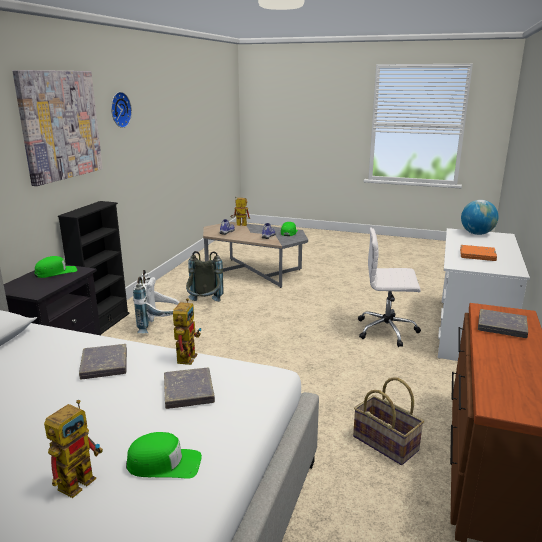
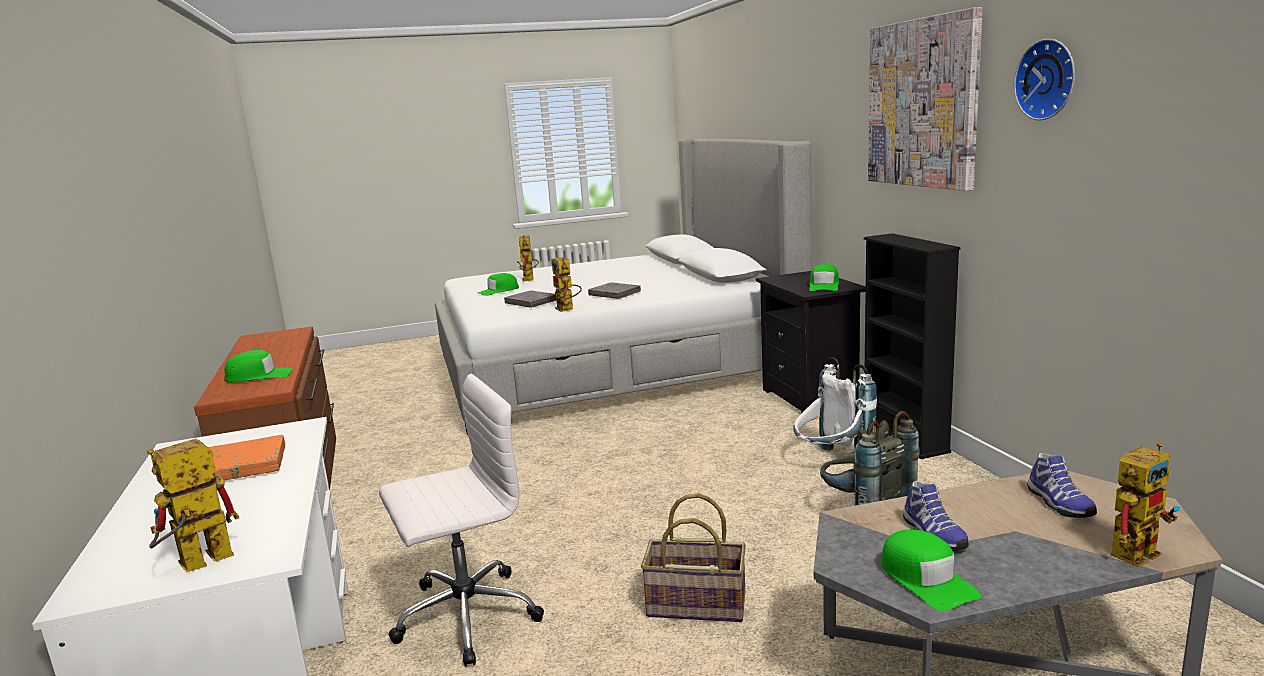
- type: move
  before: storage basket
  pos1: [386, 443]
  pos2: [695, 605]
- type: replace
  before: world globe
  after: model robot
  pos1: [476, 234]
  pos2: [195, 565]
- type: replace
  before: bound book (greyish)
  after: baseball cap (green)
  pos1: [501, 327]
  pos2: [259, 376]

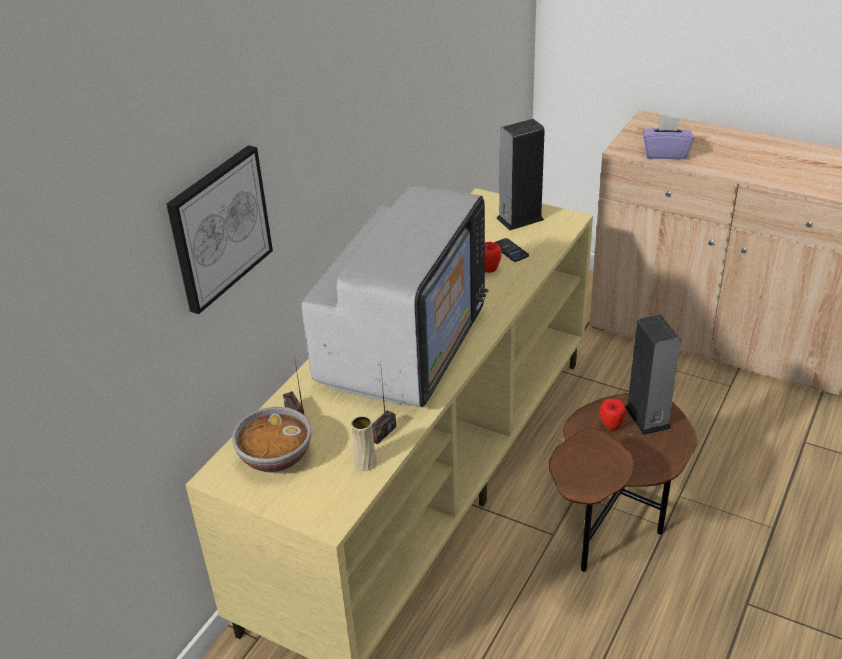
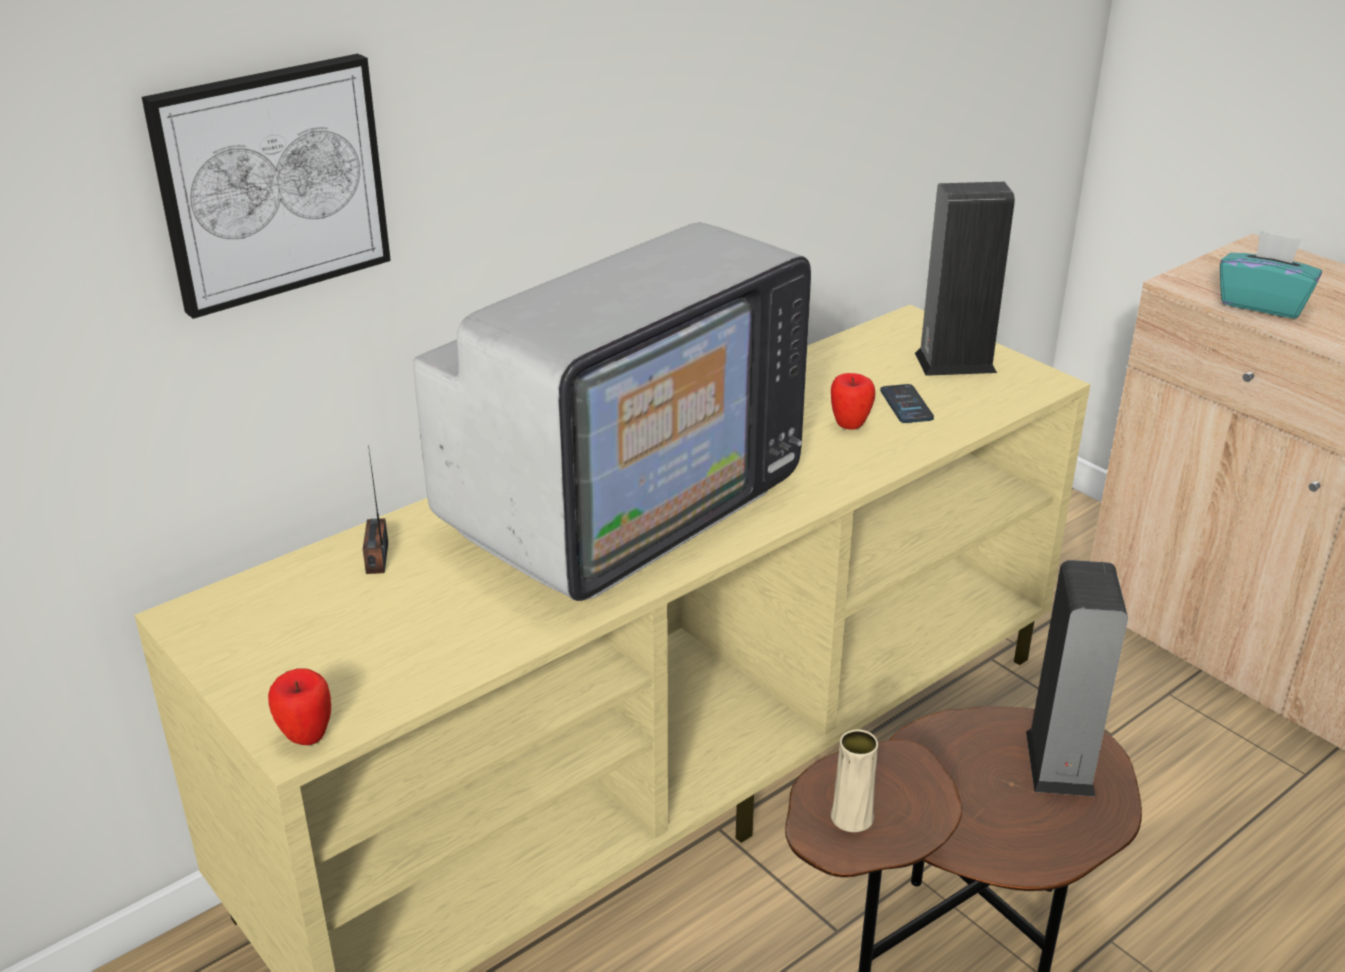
- type: delete
  before: bowl
  pos1: [275, 457]
- type: delete
  before: radio
  pos1: [382, 433]
- type: move
  before: vase (beige-coloured)
  pos1: [365, 462]
  pos2: [852, 817]
- type: move
  before: whole apple
  pos1: [611, 426]
  pos2: [306, 736]
- type: recolor
  before: tissue box (purple)
  after: tissue box (turquoise-coloured)
  pos1: [665, 153]
  pos2: [1262, 304]

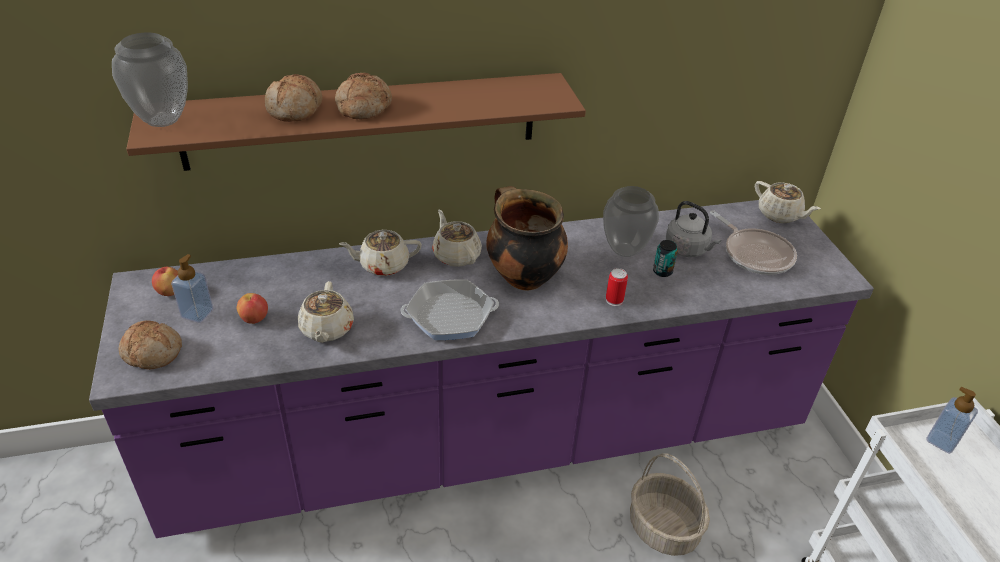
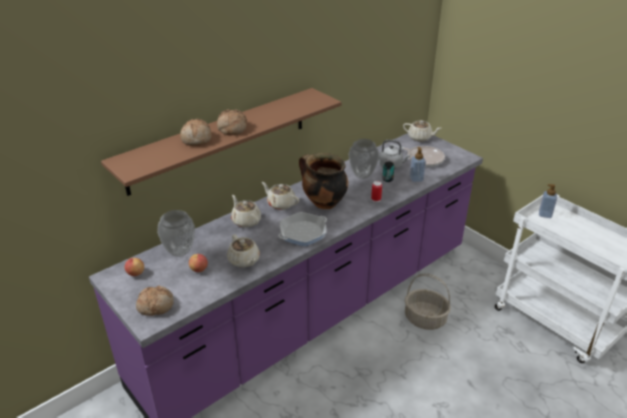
- type: move
  before: vase
  pos1: [163, 121]
  pos2: [180, 252]
- type: move
  before: liquid soap bottle
  pos1: [197, 313]
  pos2: [416, 179]
- type: rotate
  before: pot for tea (beige-coloured)
  pos1: [383, 265]
  pos2: [246, 221]
  turn: 90

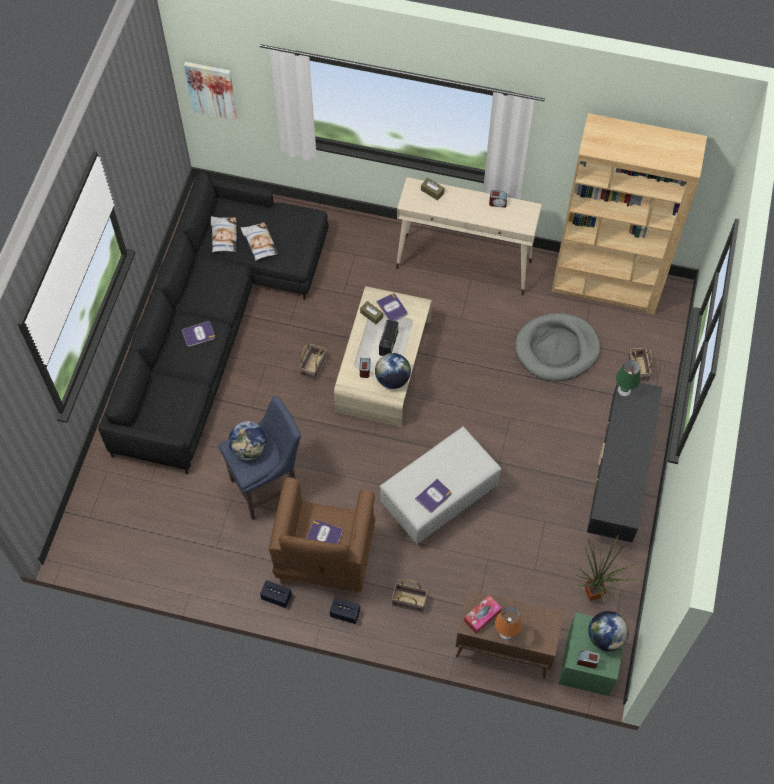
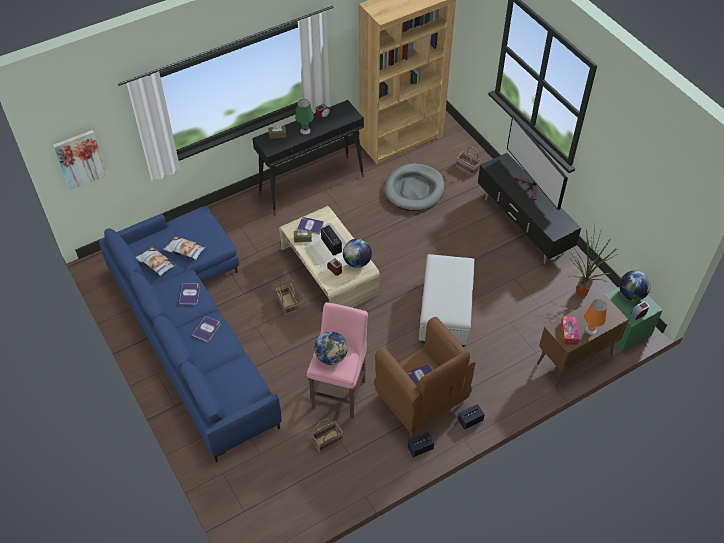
- type: insert
  after: TV
  pos2: [531, 187]
- type: move
  before: storage basket
  pos1: [410, 600]
  pos2: [328, 440]
- type: move
  before: bound book
  pos1: [433, 496]
  pos2: [189, 294]
- type: move
  before: table lamp (green)
  pos1: [624, 390]
  pos2: [305, 130]
- type: recolor
  before: couch (black)
  after: couch (bluish)
  pos1: [214, 324]
  pos2: [194, 330]
- type: recolor
  before: stool seat (bluish)
  after: stool seat (pink)
  pos1: [268, 487]
  pos2: [340, 392]
- type: recolor
  before: narrow table (beige-coloured)
  after: narrow table (black)
  pos1: [464, 265]
  pos2: [312, 185]

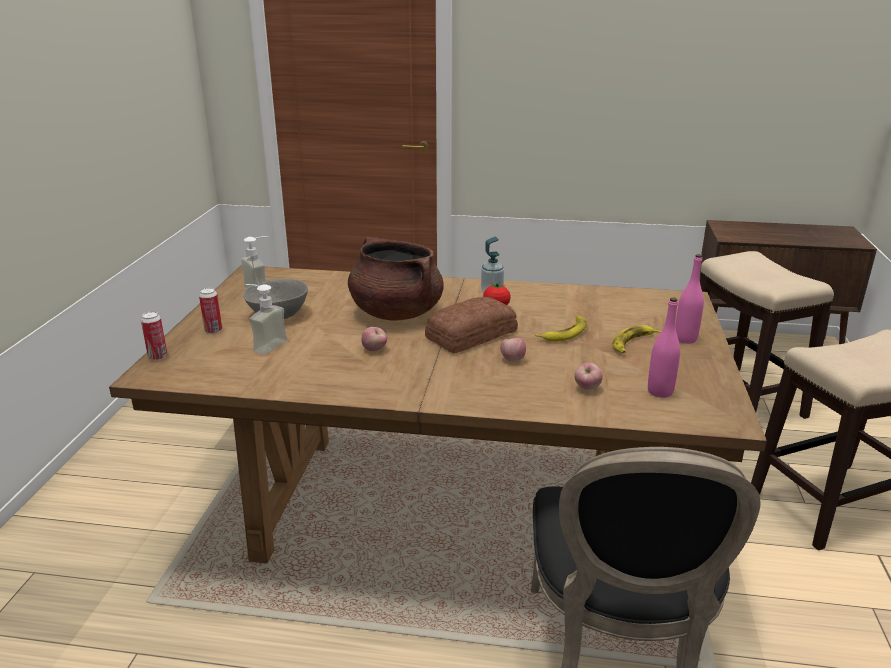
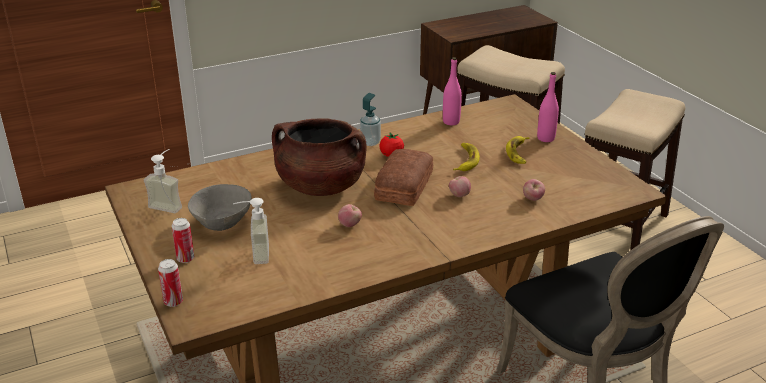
- type: move
  before: beverage bottle (pink)
  pos1: [660, 392]
  pos2: [451, 122]

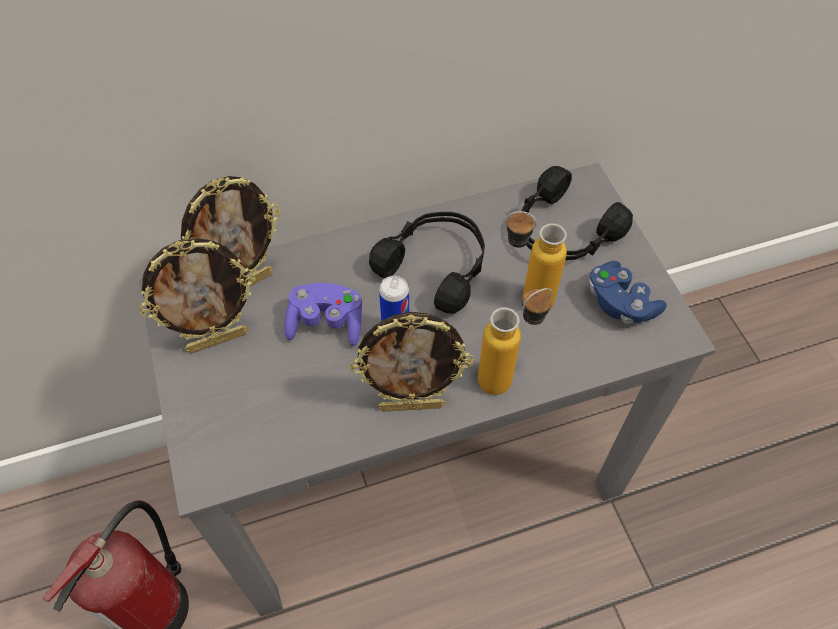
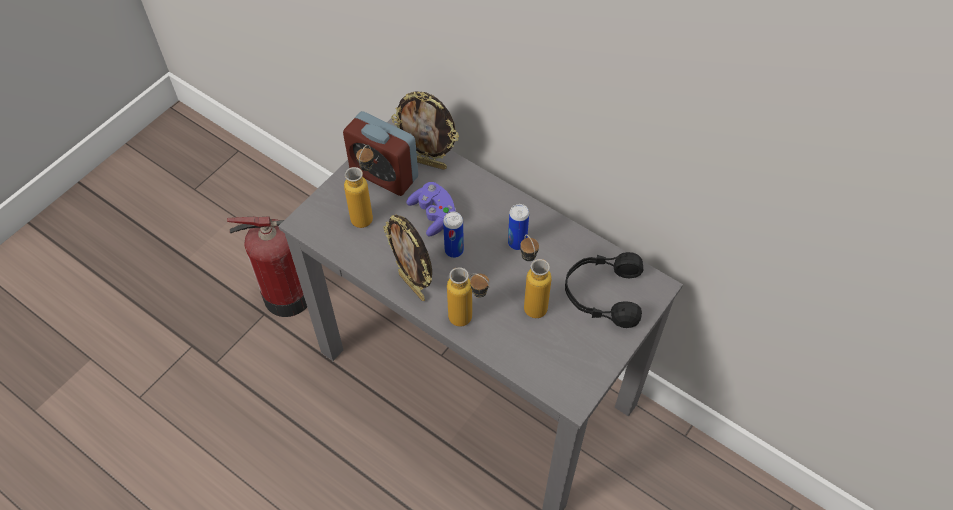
- type: delete
  before: gamepad (bluish)
  pos1: [620, 303]
- type: insert
  after: beverage bottle
  pos2: [367, 213]
- type: replace
  before: photo frame
  after: alarm clock
  pos1: [217, 340]
  pos2: [384, 174]
- type: replace
  before: pair of headphones (black)
  after: can
  pos1: [436, 266]
  pos2: [517, 243]

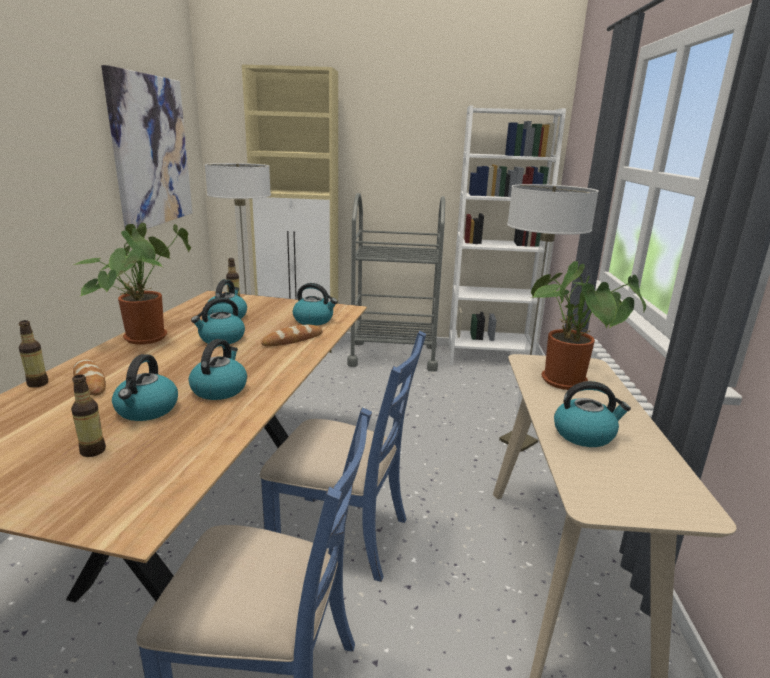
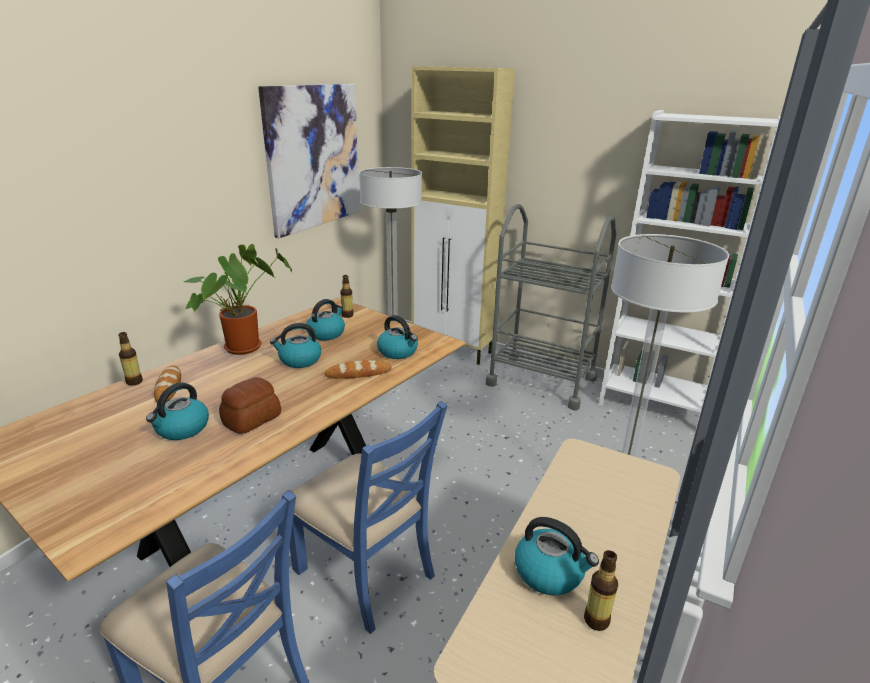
- type: delete
  before: houseplant
  pos1: [569, 383]
- type: move
  before: beverage bottle
  pos1: [93, 451]
  pos2: [596, 620]
- type: replace
  before: kettle
  after: bread
  pos1: [219, 389]
  pos2: [251, 419]

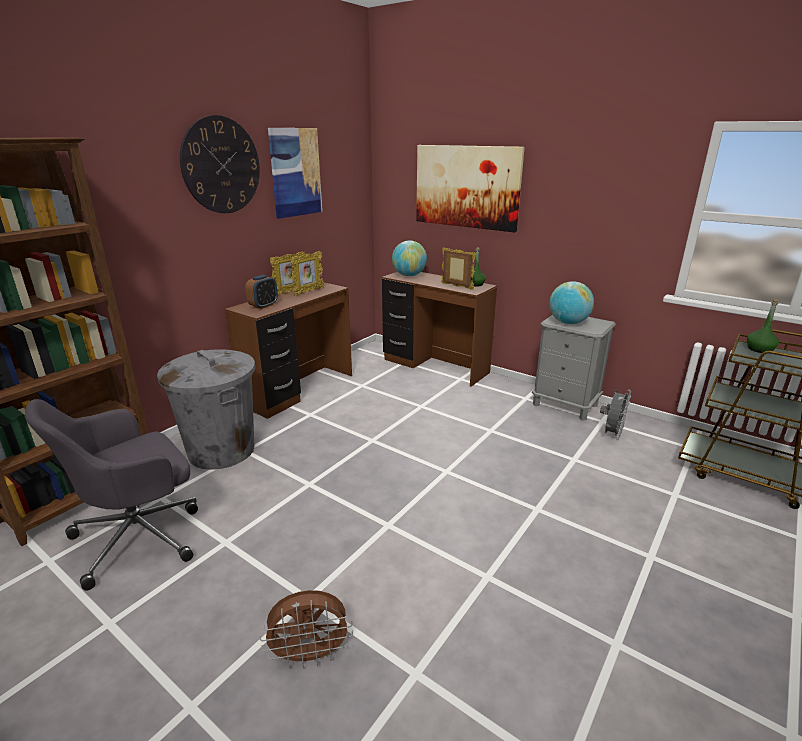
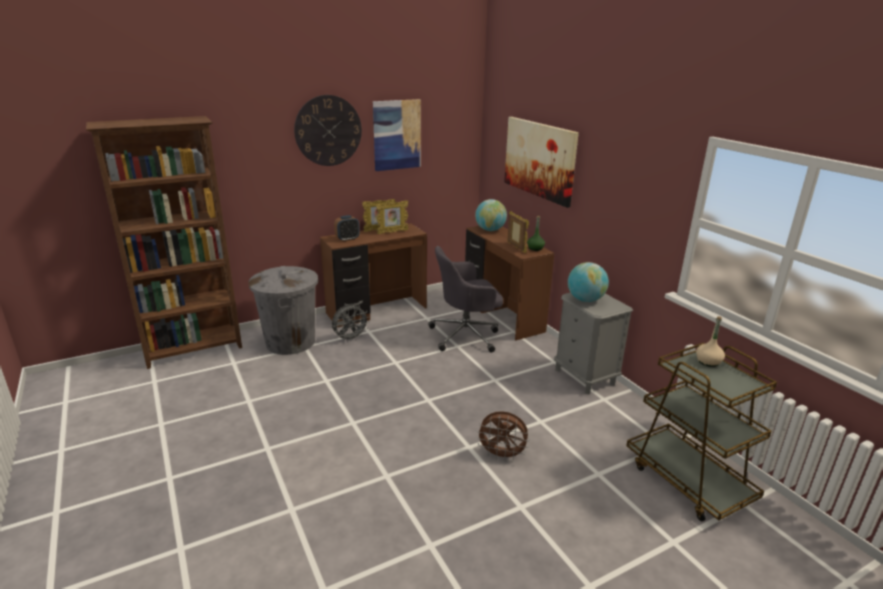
- type: move
  before: desk chair (greyish)
  pos1: [141, 535]
  pos2: [466, 335]
- type: move
  before: cooling fan (brown-coloured)
  pos1: [310, 655]
  pos2: [502, 455]
- type: move
  before: cooling fan (greyish)
  pos1: [611, 434]
  pos2: [350, 339]
- type: recolor
  before: beverage bottle (green)
  after: beverage bottle (beige-coloured)
  pos1: [759, 349]
  pos2: [708, 362]

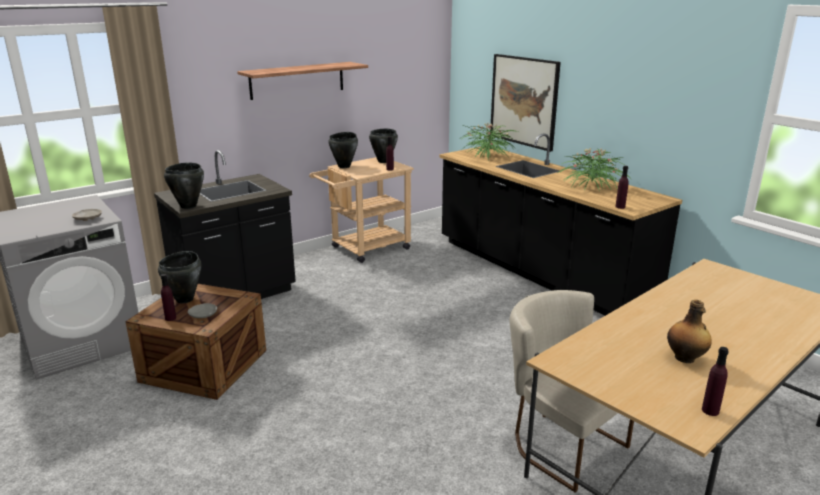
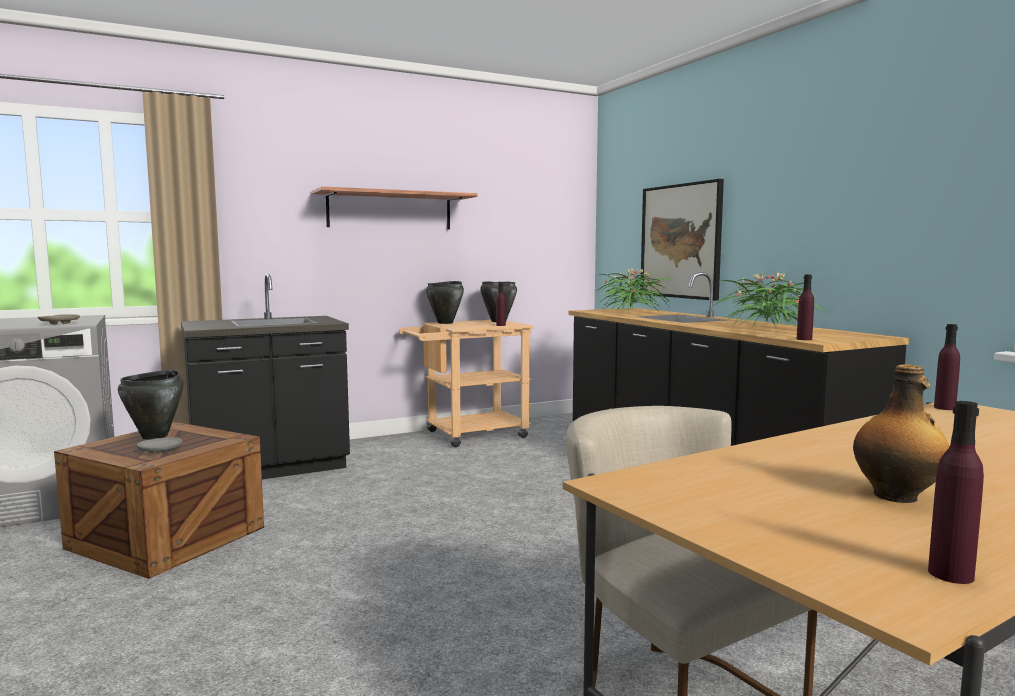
- type: delete
  before: cooking pot (black)
  pos1: [188, 206]
- type: move
  before: beverage bottle (purple)
  pos1: [170, 318]
  pos2: [944, 408]

